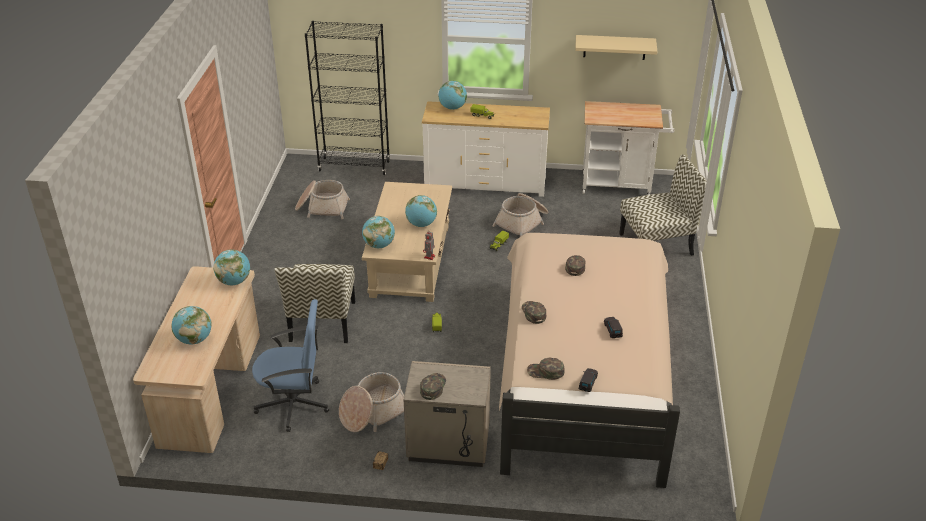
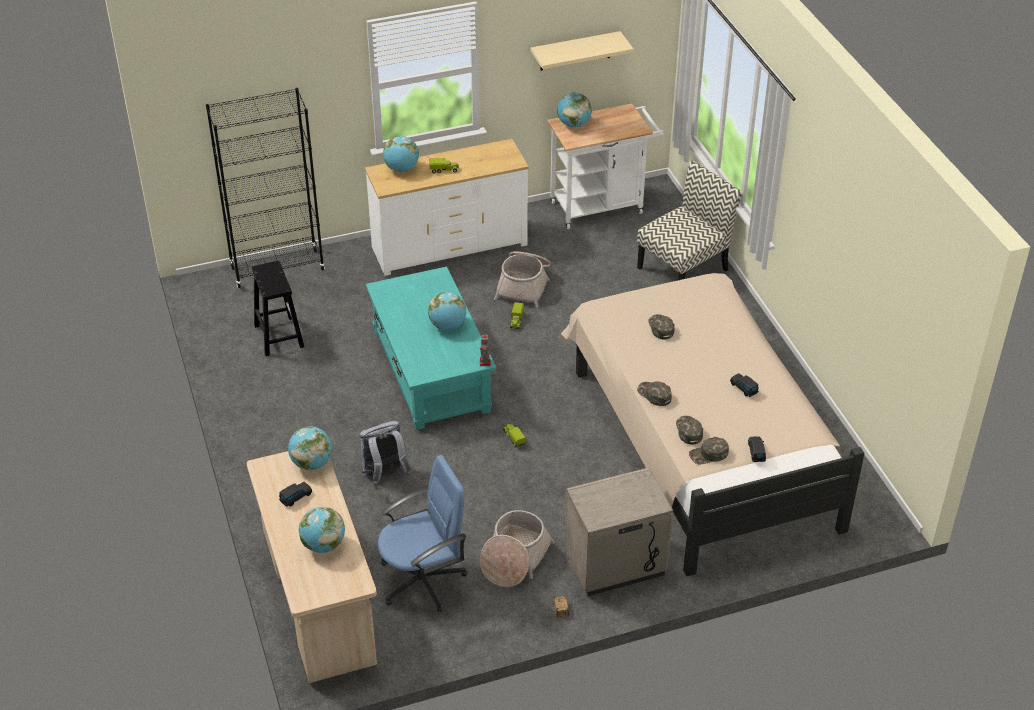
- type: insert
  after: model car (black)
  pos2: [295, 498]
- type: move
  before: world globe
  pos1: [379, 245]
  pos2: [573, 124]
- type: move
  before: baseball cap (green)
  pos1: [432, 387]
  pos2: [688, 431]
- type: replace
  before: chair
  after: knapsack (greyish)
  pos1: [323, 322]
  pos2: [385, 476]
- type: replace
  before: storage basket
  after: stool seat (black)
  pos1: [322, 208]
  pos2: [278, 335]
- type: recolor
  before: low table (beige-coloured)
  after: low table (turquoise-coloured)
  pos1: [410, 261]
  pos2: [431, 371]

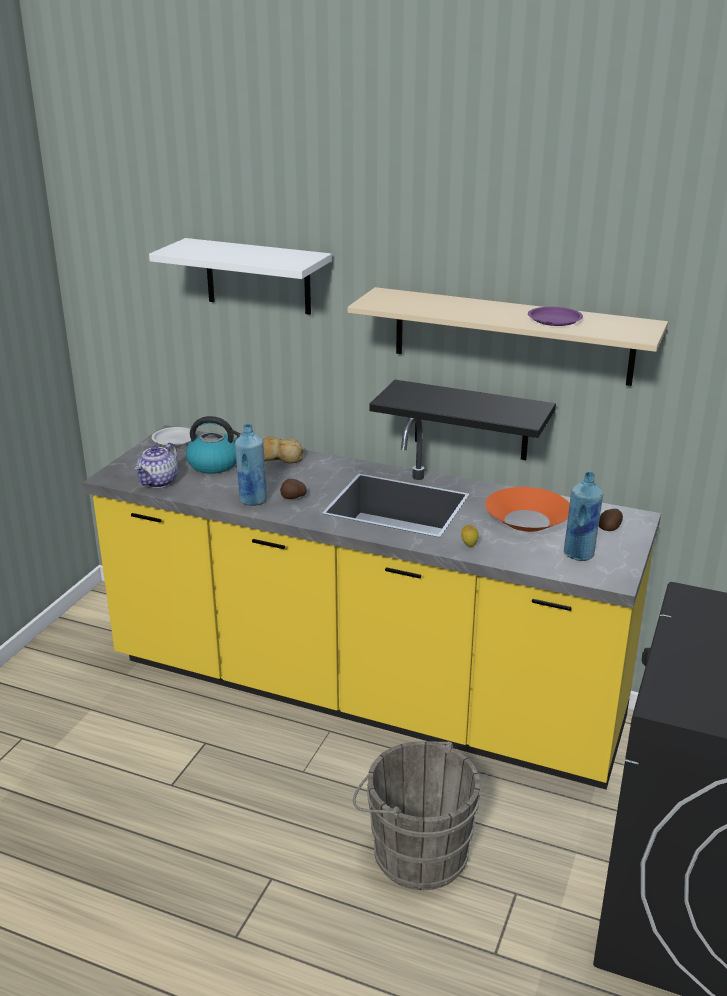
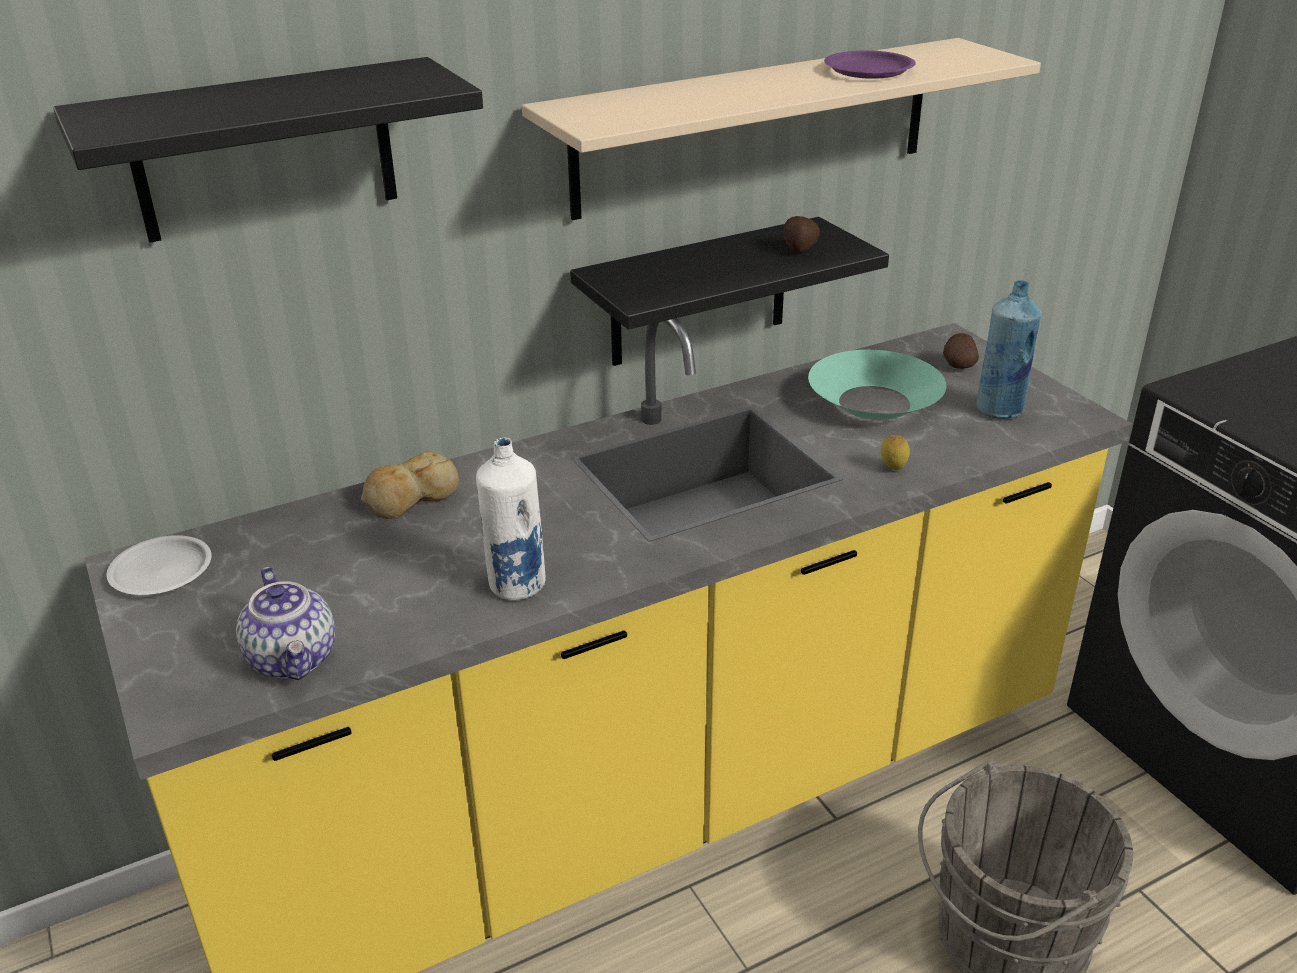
- type: delete
  before: kettle
  pos1: [215, 464]
- type: move
  before: spud
  pos1: [293, 497]
  pos2: [799, 249]
- type: recolor
  before: bracket shelf (whitish)
  after: bracket shelf (black)
  pos1: [258, 276]
  pos2: [264, 151]
- type: recolor
  before: beverage bottle (bluish)
  after: beverage bottle (whitish)
  pos1: [253, 500]
  pos2: [516, 586]
- type: recolor
  before: bowl (orangey)
  after: bowl (turquoise-coloured)
  pos1: [527, 520]
  pos2: [874, 402]

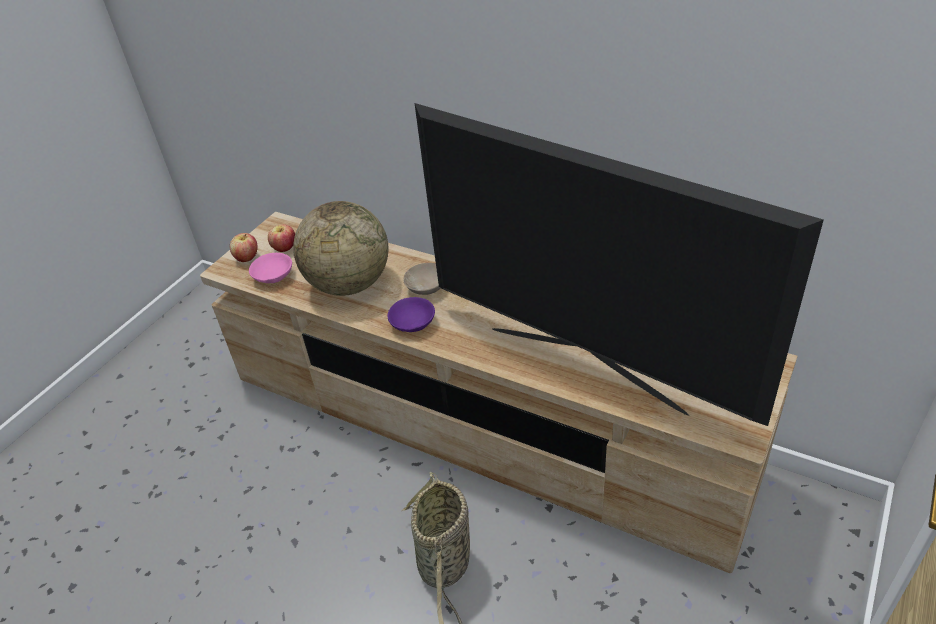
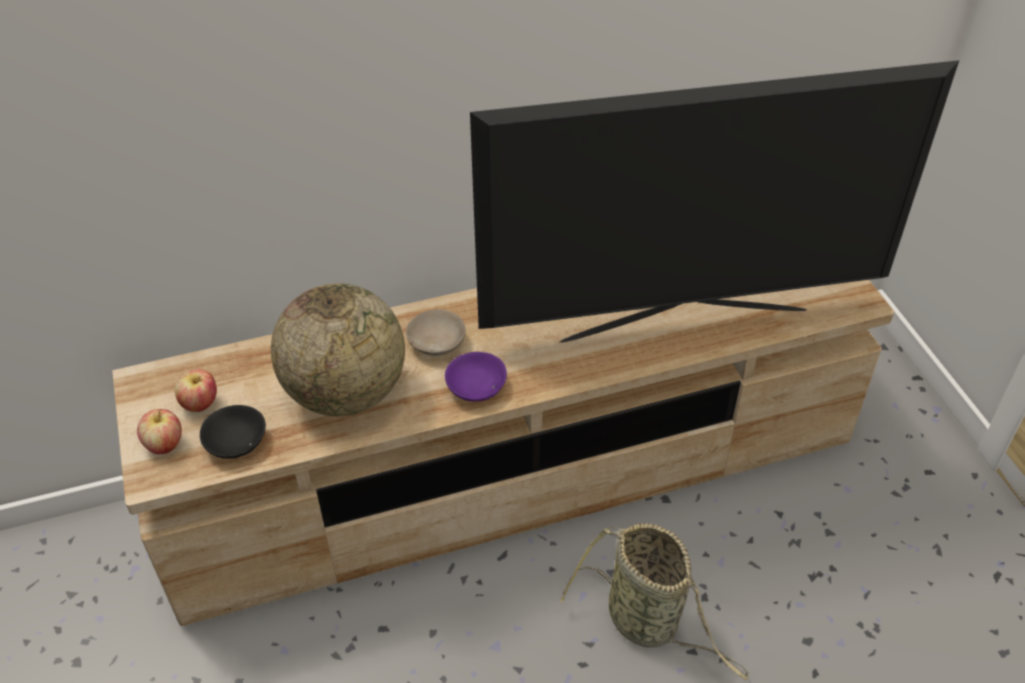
- type: recolor
  before: bowl (pink)
  after: bowl (black)
  pos1: [274, 275]
  pos2: [236, 441]

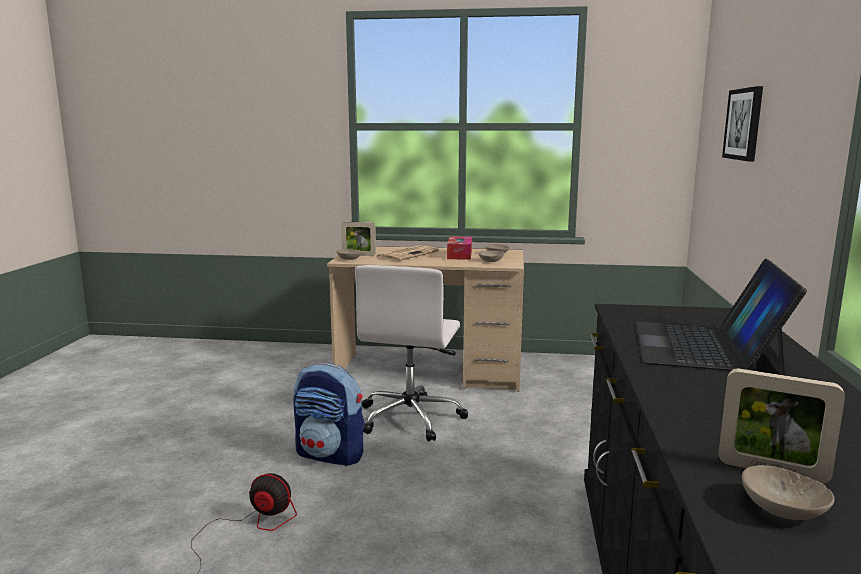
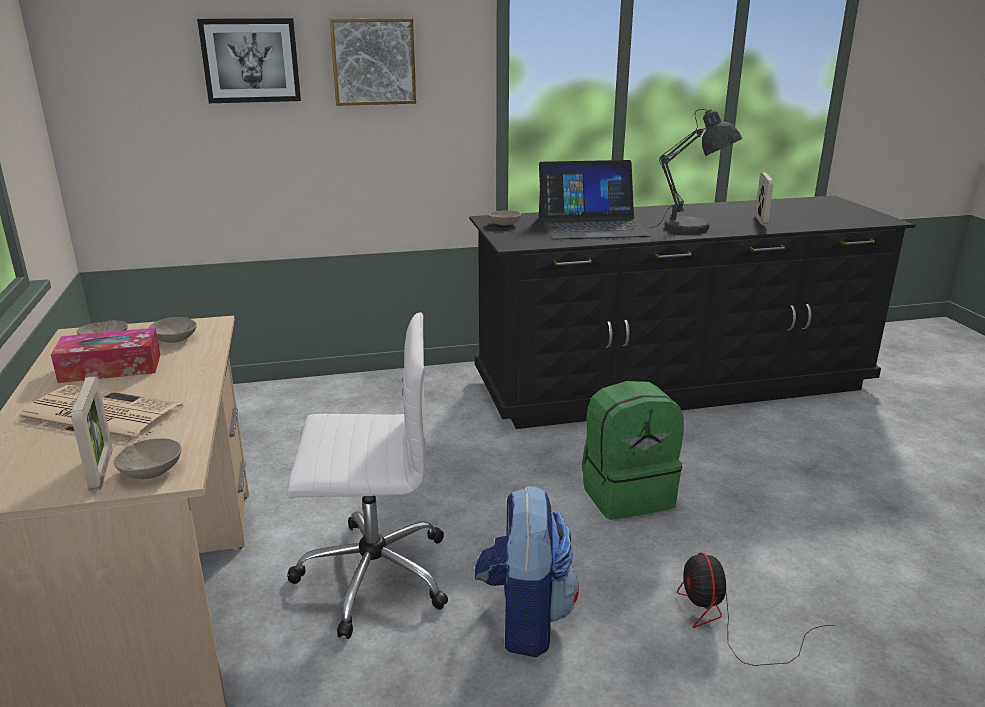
- type: insert
  after: picture
  pos2: [373, 61]
- type: insert
  after: knapsack (green)
  pos2: [627, 494]
- type: insert
  after: table lamp (greyish)
  pos2: [692, 228]
- type: move
  before: bowl (beige-coloured)
  pos1: [780, 509]
  pos2: [505, 224]

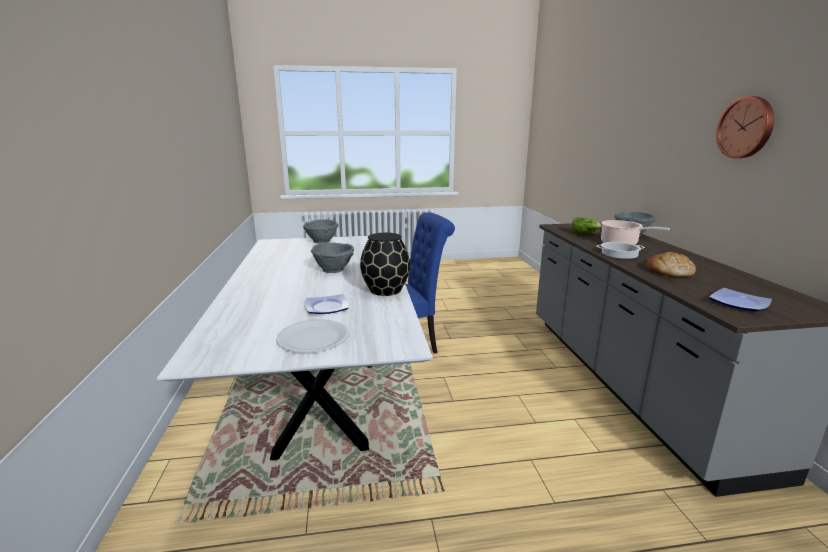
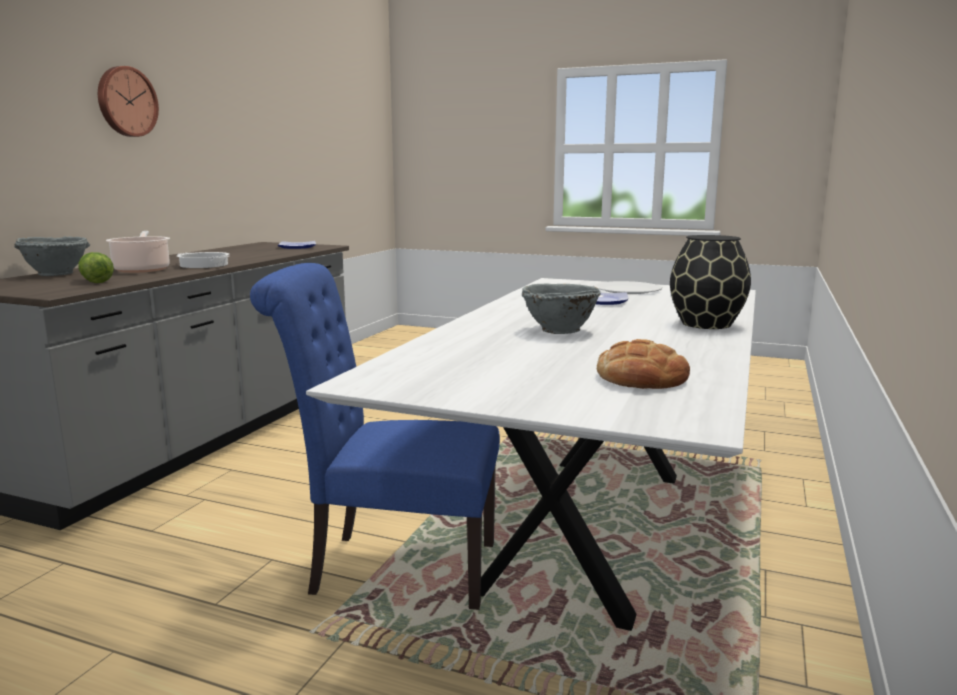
- type: delete
  before: bowl (greyish)
  pos1: [322, 241]
- type: move
  before: vase (black)
  pos1: [386, 290]
  pos2: [705, 324]
- type: move
  before: bread
  pos1: [669, 271]
  pos2: [641, 378]

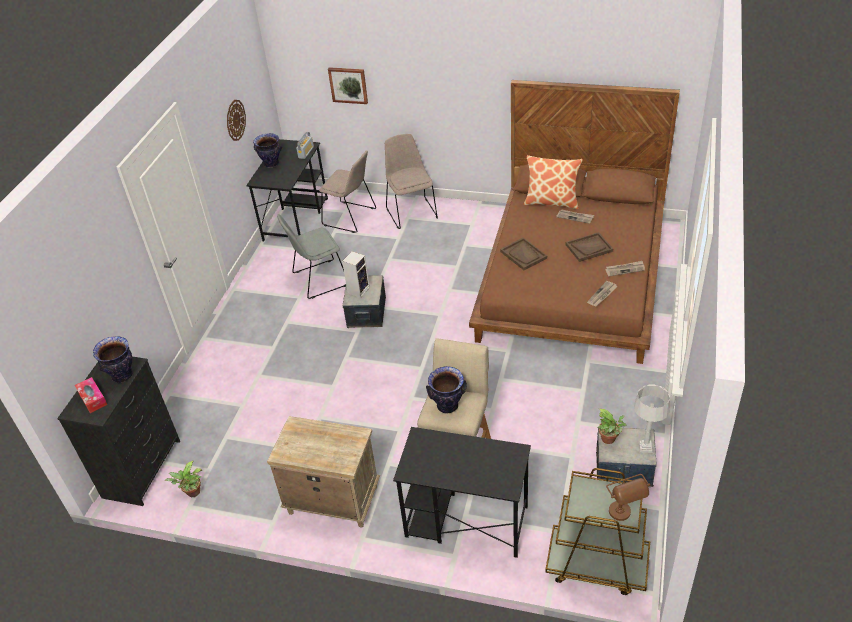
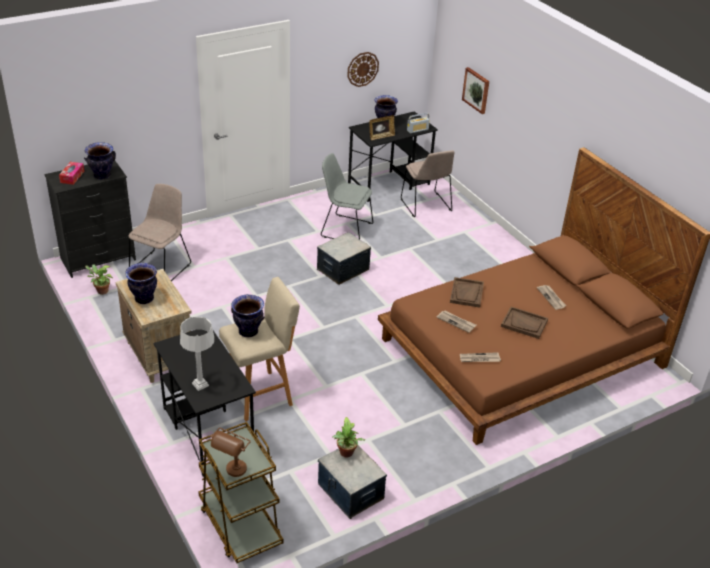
- type: delete
  before: speaker
  pos1: [358, 289]
- type: delete
  before: throw pillow
  pos1: [551, 201]
- type: insert
  after: vase
  pos2: [144, 299]
- type: insert
  after: photo frame
  pos2: [381, 136]
- type: move
  before: chair (beige-coloured)
  pos1: [411, 212]
  pos2: [161, 266]
- type: move
  before: printed paper
  pos1: [625, 269]
  pos2: [456, 322]
- type: move
  before: table lamp (greyish)
  pos1: [645, 447]
  pos2: [200, 384]

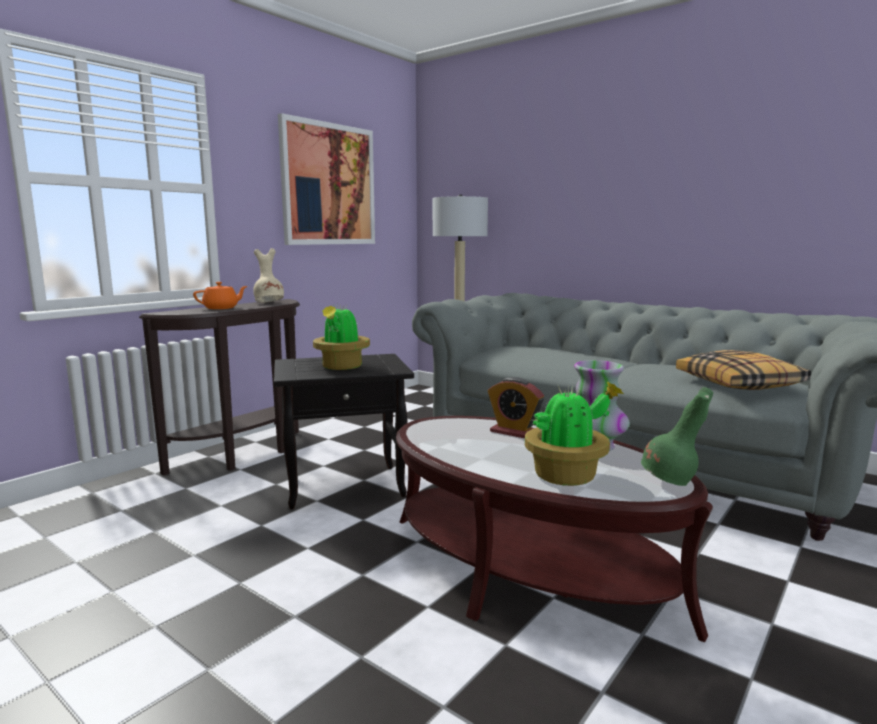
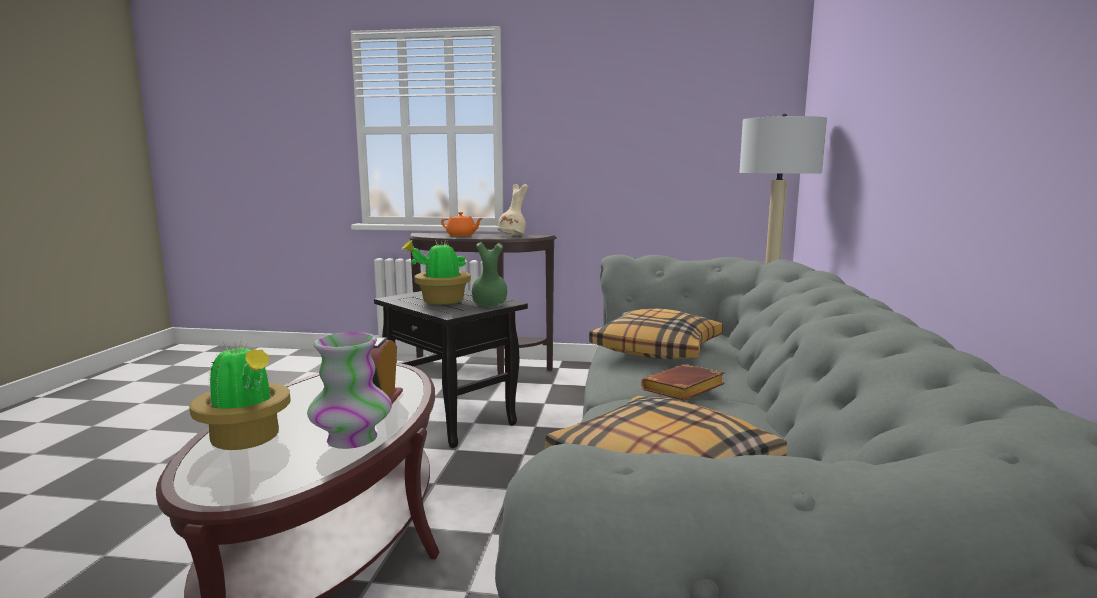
- type: delete
  before: picture
  pos1: [328, 185]
- type: insert
  after: throw pillow
  pos2: [657, 349]
- type: insert
  after: bound book (brown-coloured)
  pos2: [683, 390]
- type: move
  before: vase (green)
  pos1: [670, 481]
  pos2: [489, 305]

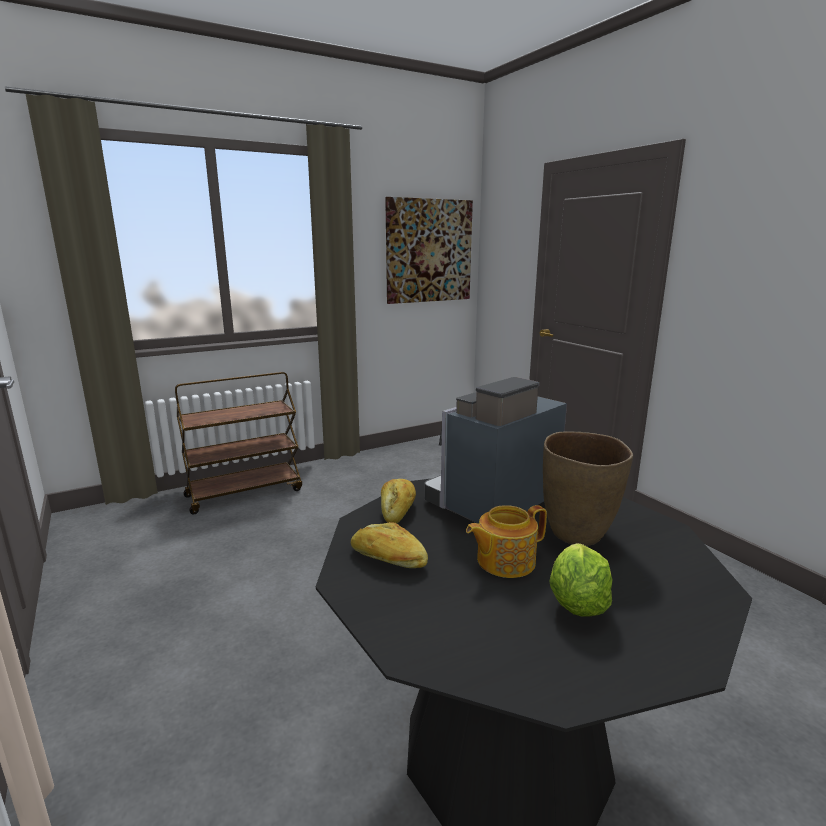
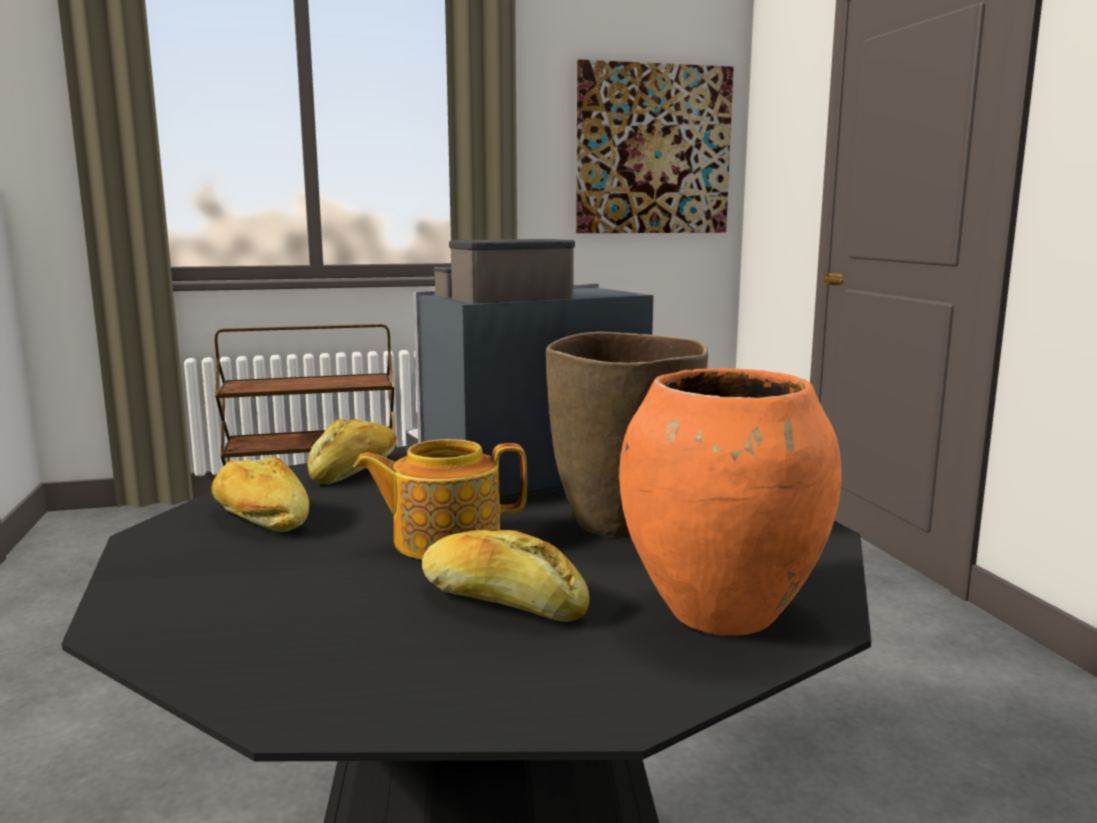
- type: insert
  after: vase (orangey)
  pos2: [723, 614]
- type: replace
  before: head of lettuce
  after: bread
  pos1: [577, 602]
  pos2: [502, 602]

